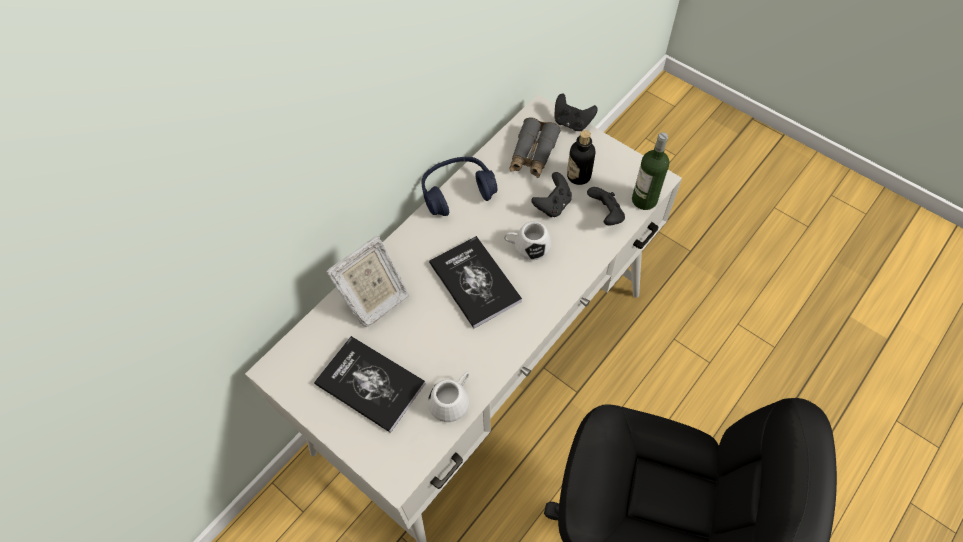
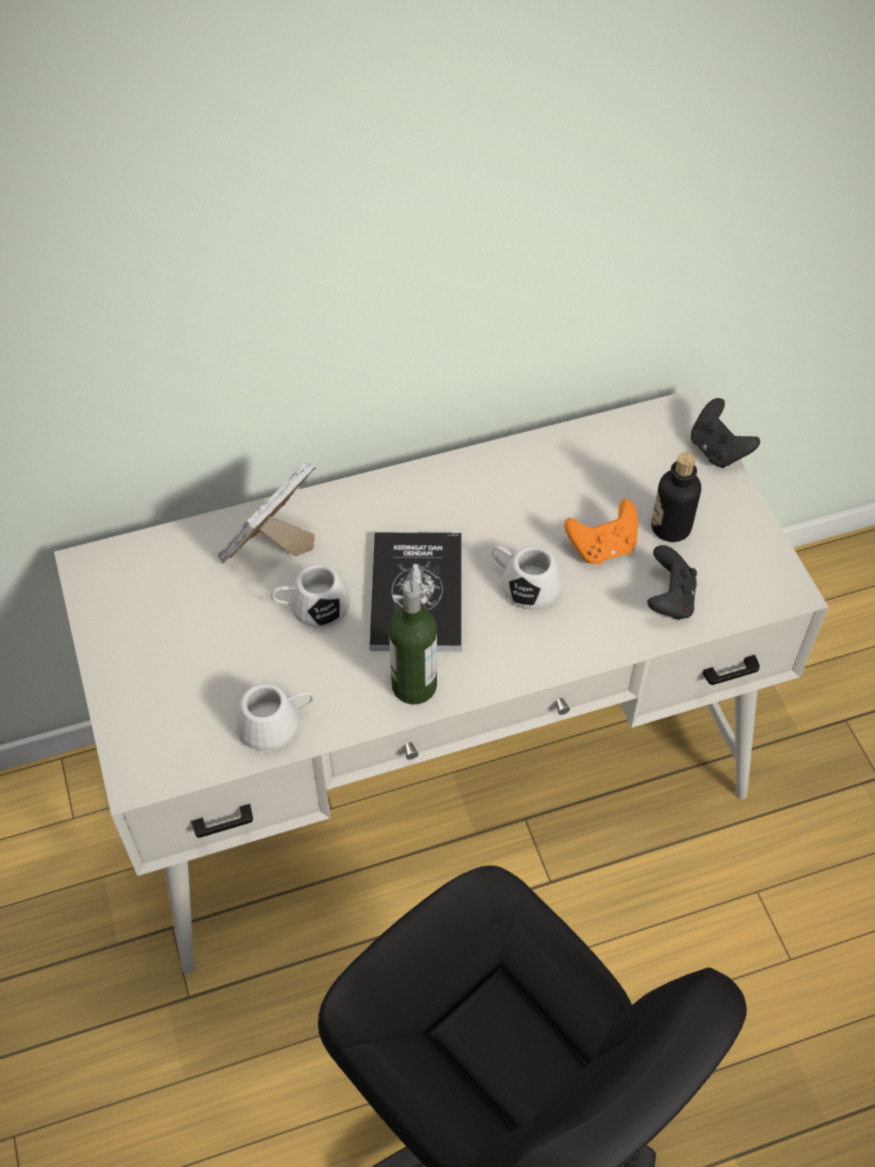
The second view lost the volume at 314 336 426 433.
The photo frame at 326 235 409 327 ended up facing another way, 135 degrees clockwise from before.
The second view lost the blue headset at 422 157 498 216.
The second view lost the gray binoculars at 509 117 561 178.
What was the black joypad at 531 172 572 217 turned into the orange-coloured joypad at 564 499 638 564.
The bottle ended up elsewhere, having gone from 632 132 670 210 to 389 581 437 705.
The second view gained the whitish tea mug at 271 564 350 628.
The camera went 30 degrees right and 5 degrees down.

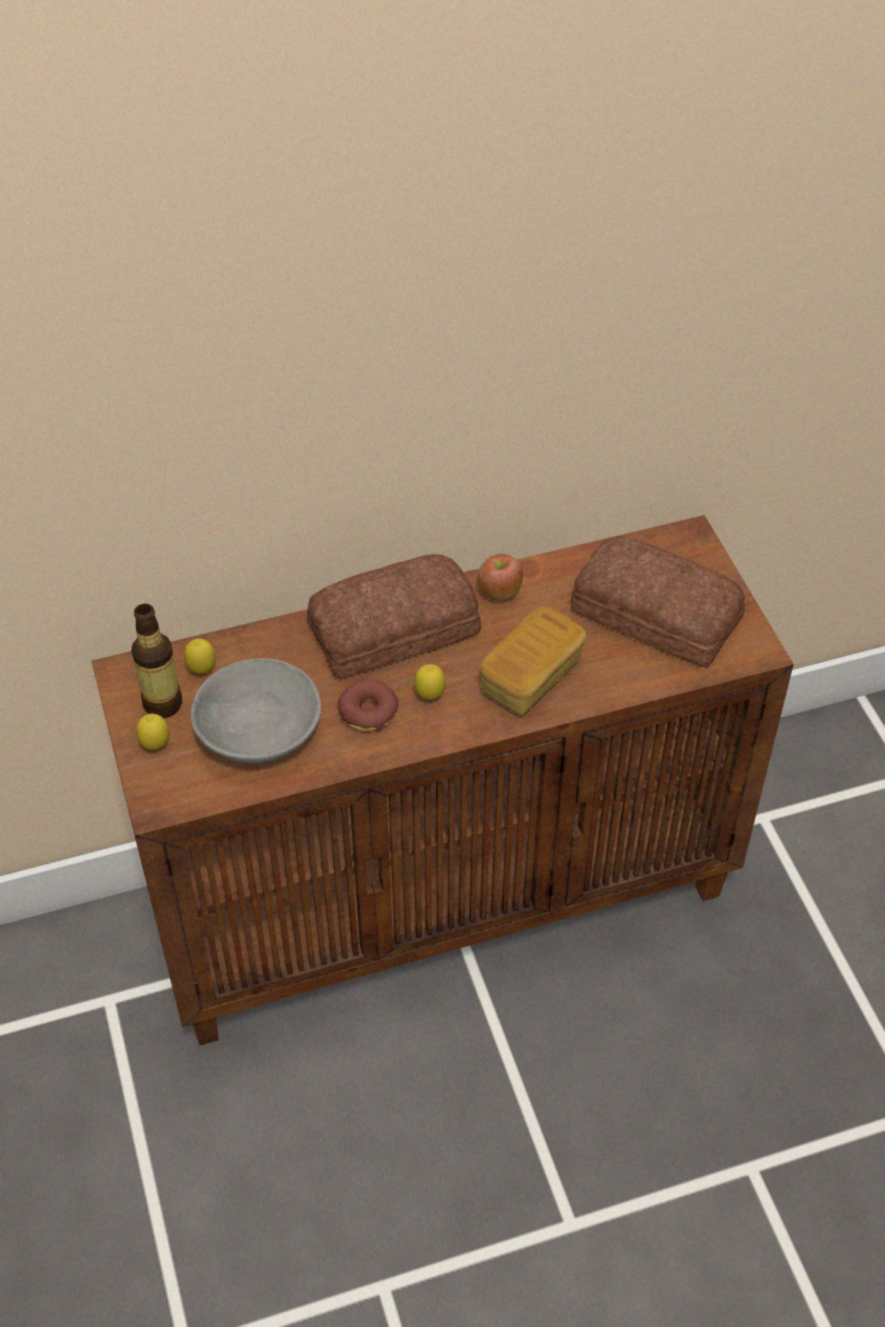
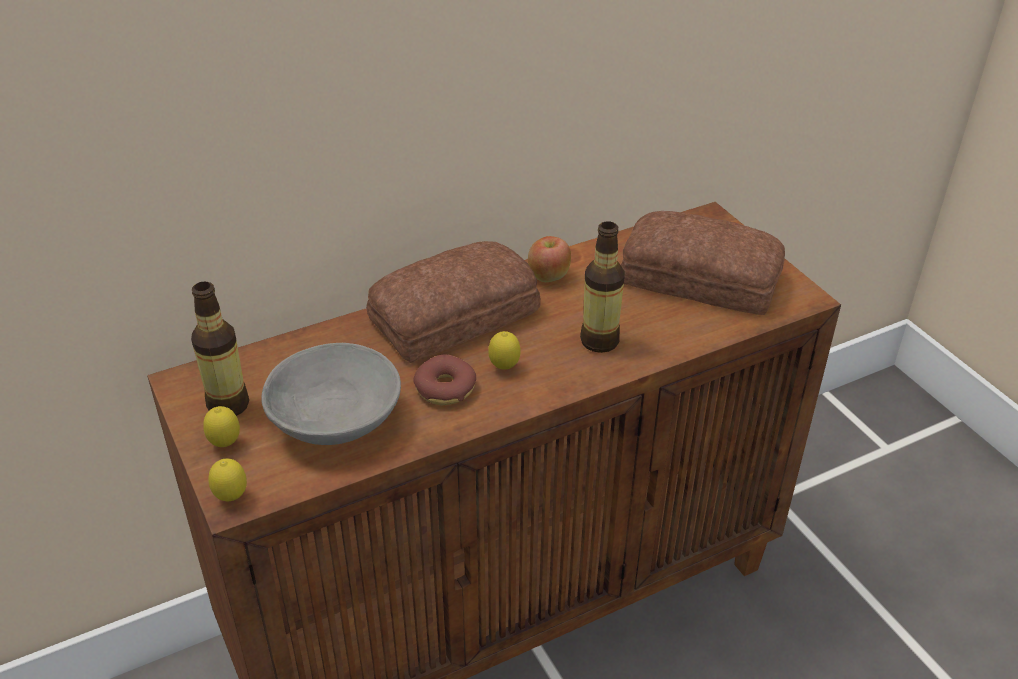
The whole lemon ended up elsewhere, having gone from 184 639 216 674 to 208 458 247 501.
Where the bakery bread stood at 480 606 586 715, the bottle came to stand at 580 221 625 353.
The camera went 10 degrees left and 10 degrees down.

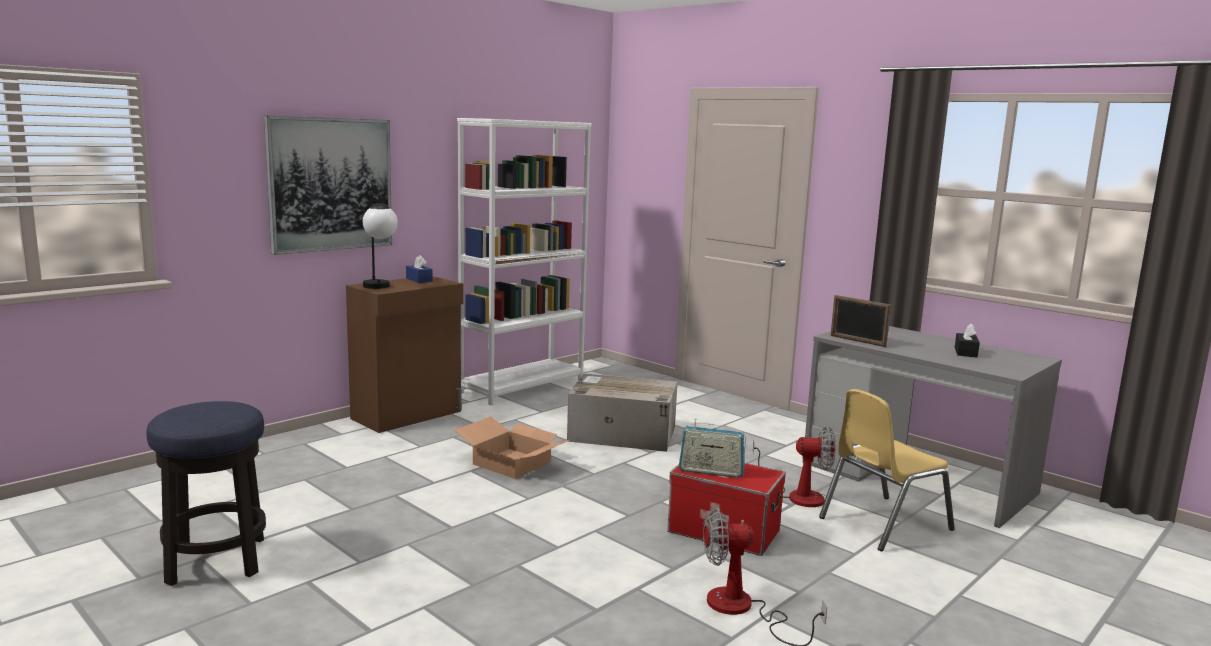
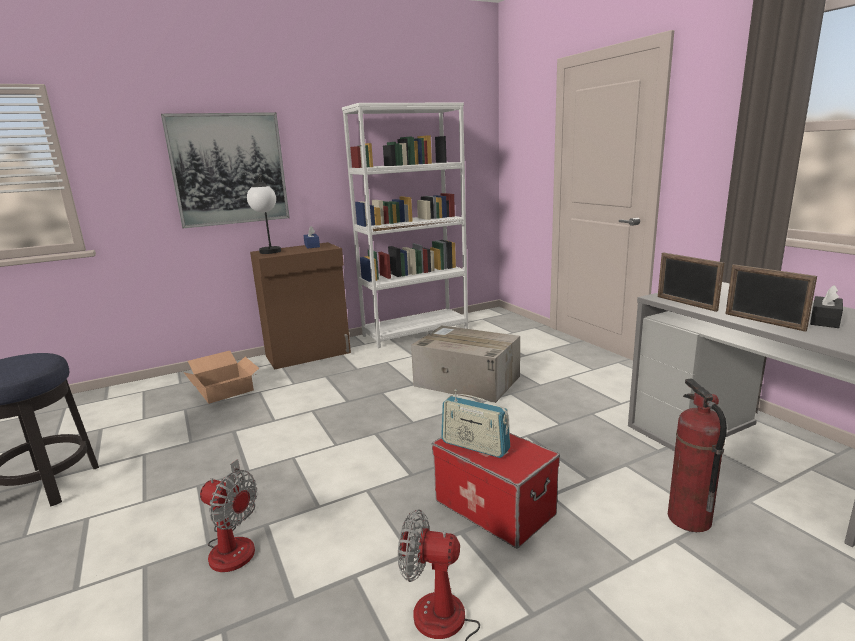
The carton ended up elsewhere, having gone from 455 417 569 479 to 184 351 259 404.
The fan ended up elsewhere, having gone from 753 426 836 507 to 200 459 257 572.
Where the yellow-coloured upright chair stood at 819 389 955 551, the fire-fighting cylinder came to stand at 668 378 727 532.
The second view gained the photo frame at 726 264 817 332.
The camera went 20 degrees right and 5 degrees up.

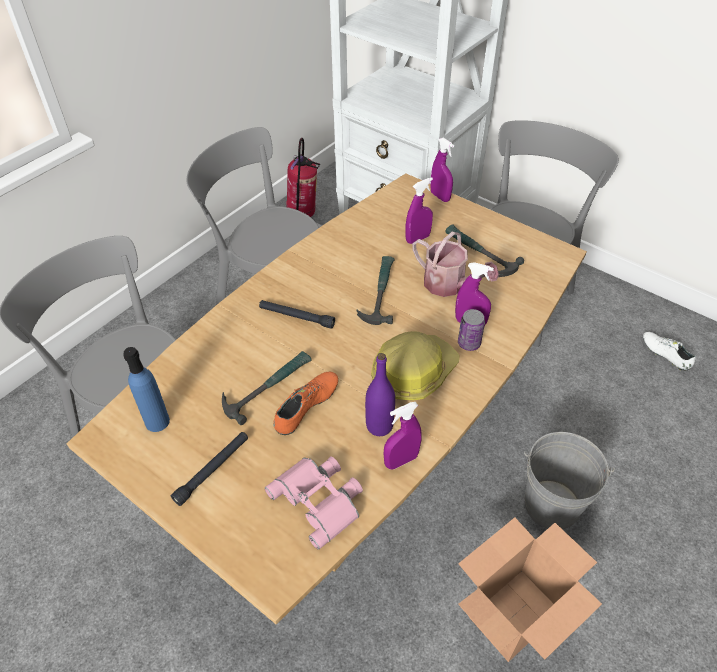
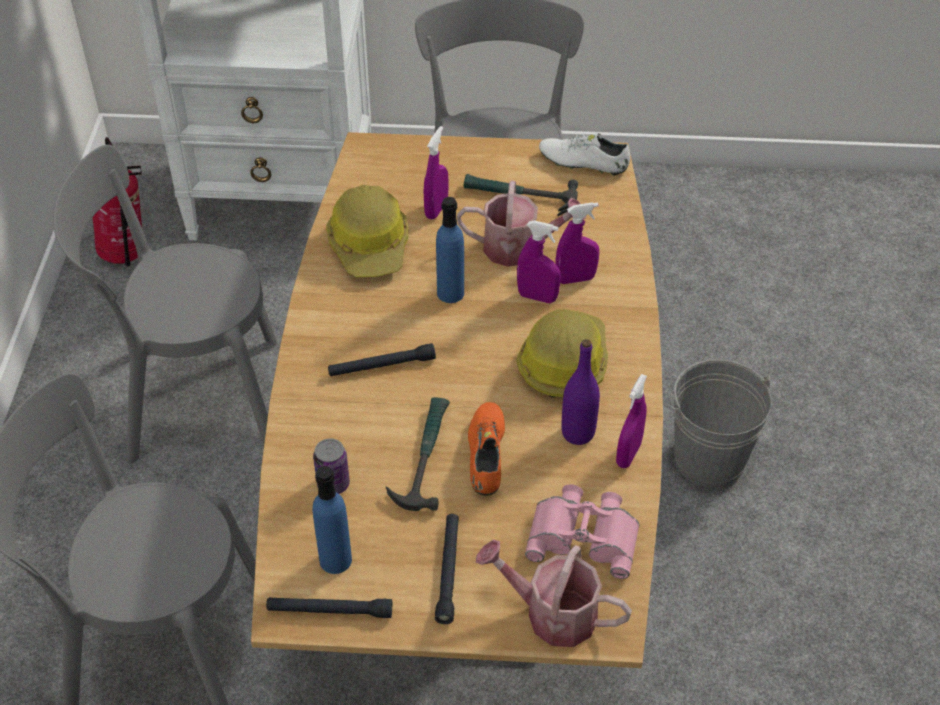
Where the tool hammer stood at 357 256 395 325, the blue bottle came to stand at 436 197 464 303.
The purple-coloured spray bottle ended up elsewhere, having gone from 430 138 454 202 to 517 220 561 303.
The can ended up elsewhere, having gone from 458 309 485 351 to 313 438 350 494.
The second view lost the carton at 458 517 602 662.
The whitish shoe ended up elsewhere, having gone from 643 332 696 370 to 539 133 630 176.
The second view gained the black flashlight at 266 597 392 618.
The second view gained the safety helmet at 326 185 408 277.
The second view gained the watering pot at 476 540 632 647.
The camera went 35 degrees left and 0 degrees up.

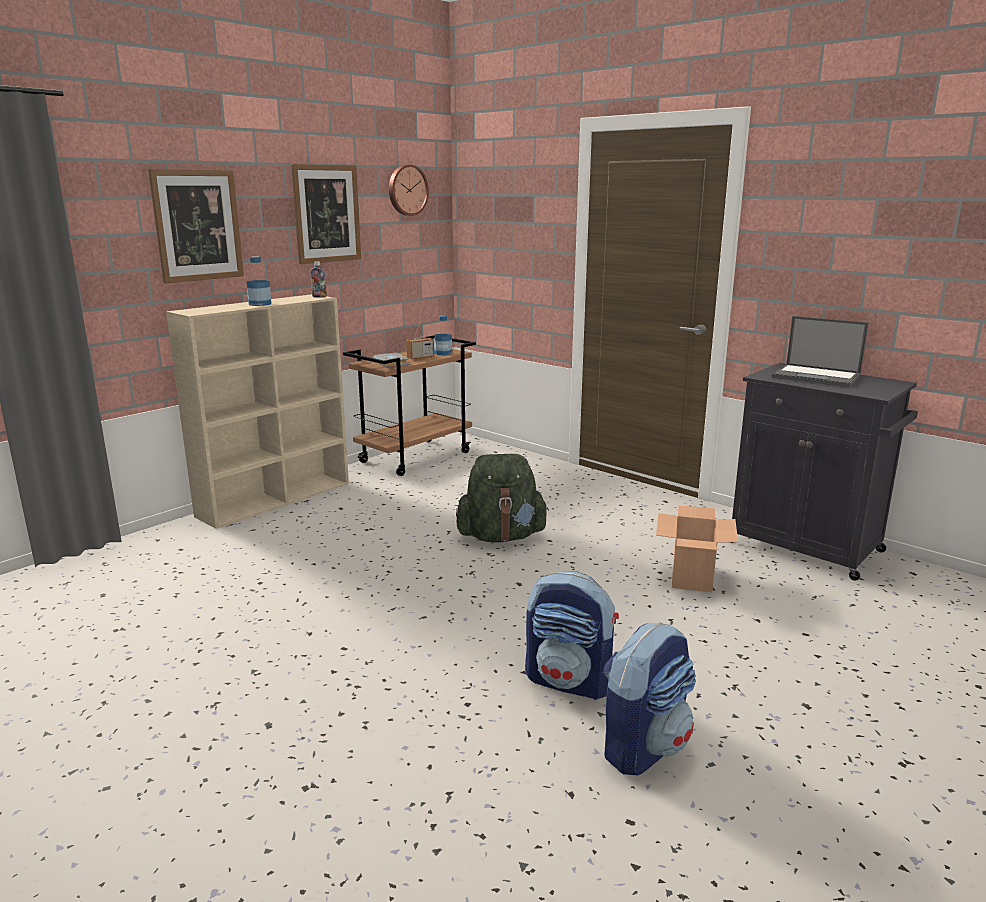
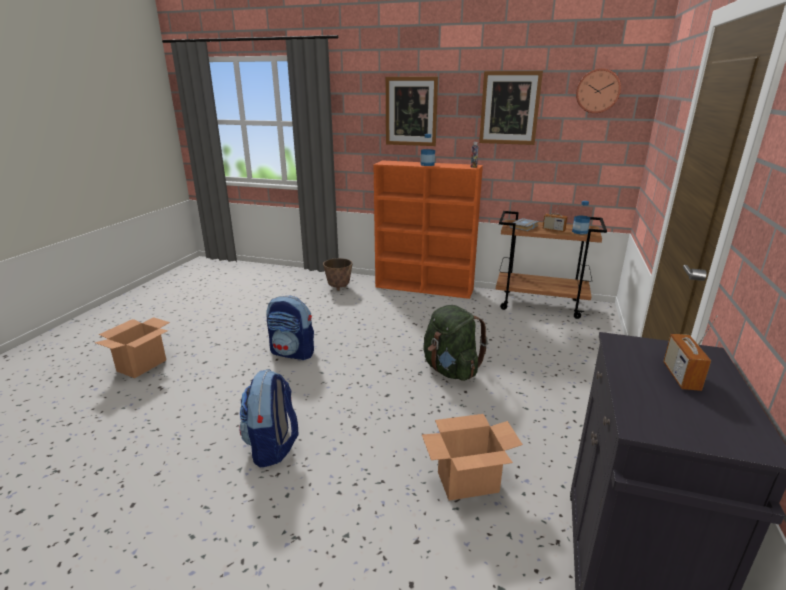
What was the sand-coloured bookcase at 166 294 349 529 turned into the orange-coloured bookcase at 374 160 483 299.
The backpack ended up elsewhere, having gone from 602 622 696 775 to 267 295 314 360.
Where the portable computer stood at 772 316 869 387, the radio came to stand at 663 315 718 391.
The second view gained the carton at 94 317 170 378.
The second view gained the planter at 323 258 352 291.
The camera went 65 degrees right and 5 degrees up.

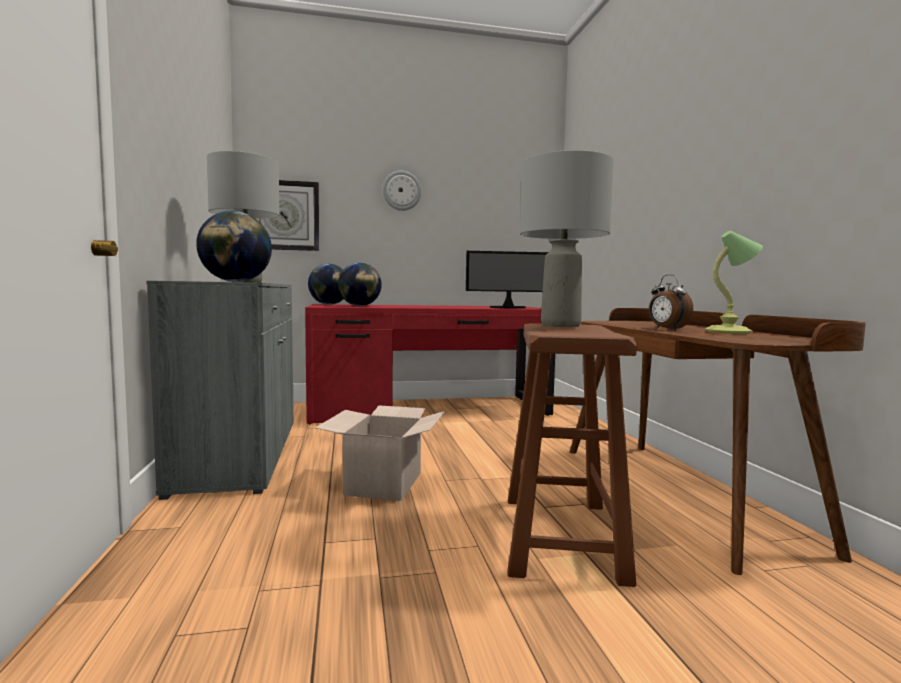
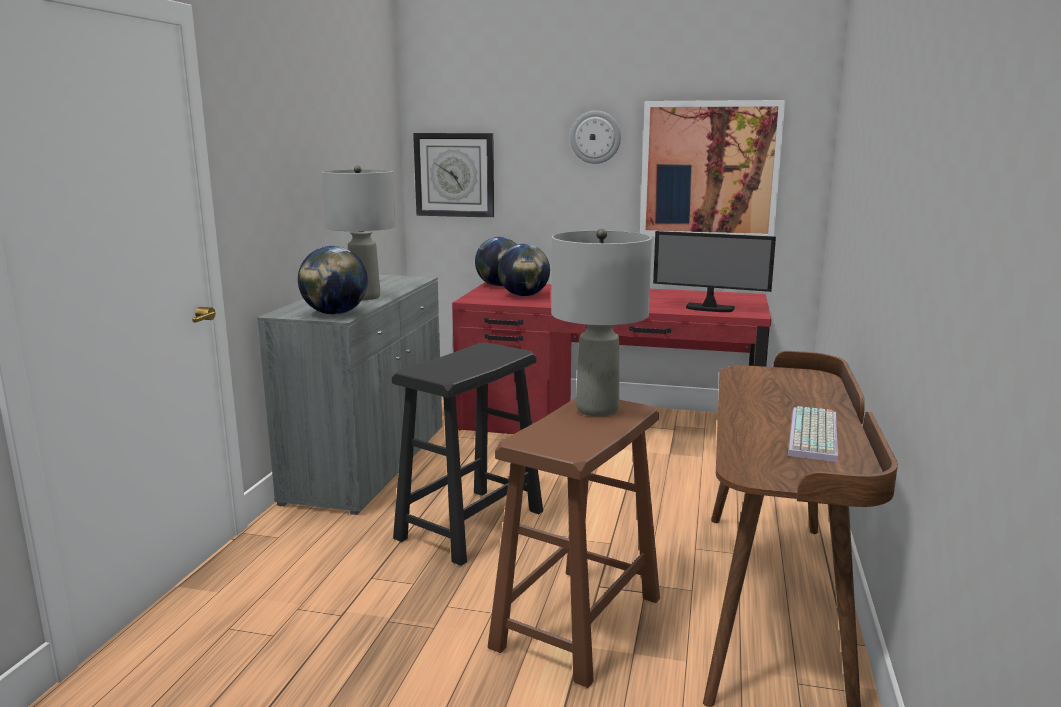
Where the carton stood at 315 405 446 501, the black stool seat came to stand at 392 342 543 566.
The second view lost the bedside clock at 649 274 693 330.
Where the tabletop lamp stood at 705 231 763 334, the PC keyboard came to stand at 788 406 838 462.
The second view gained the picture at 640 100 785 237.
The camera went 25 degrees right and 10 degrees up.

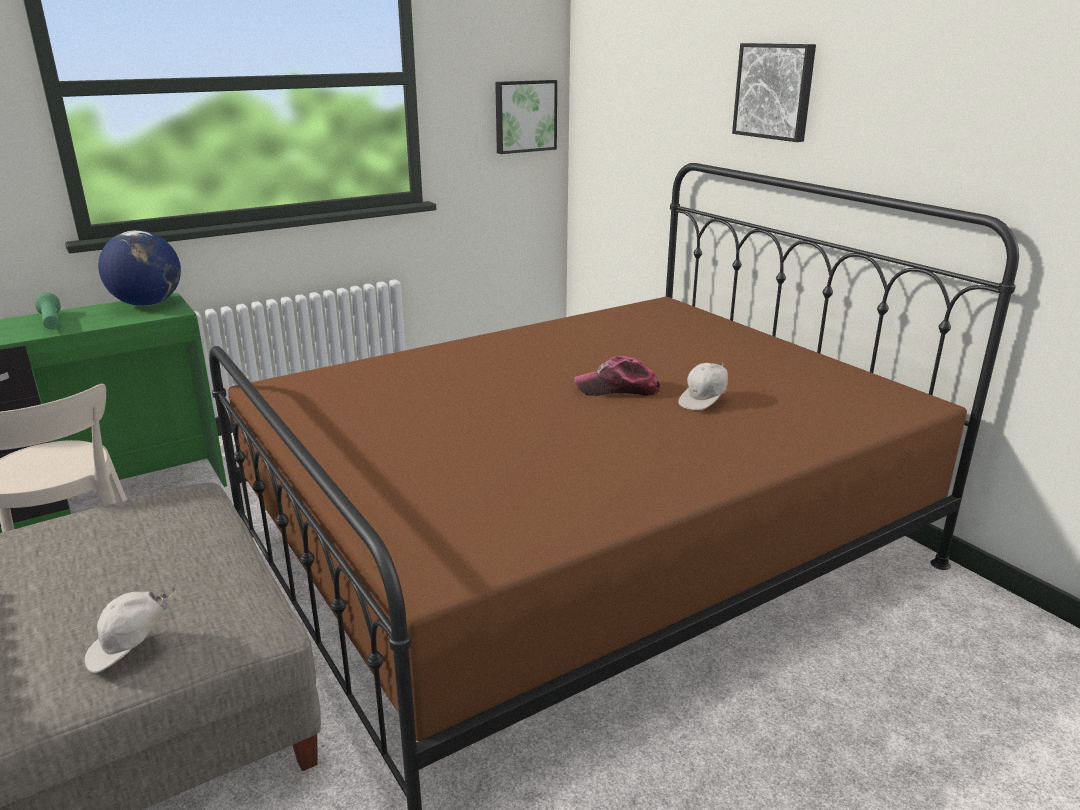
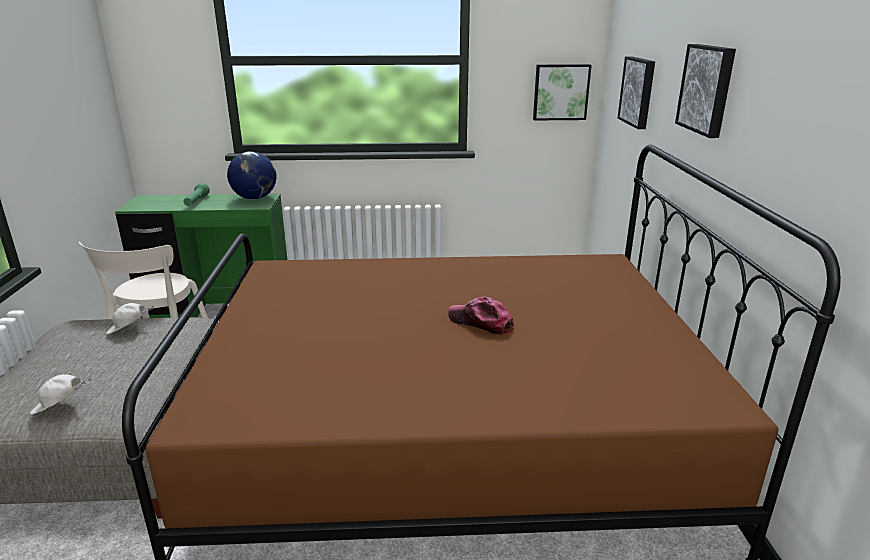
The whitish cap ended up elsewhere, having gone from 678 362 728 410 to 106 303 154 335.
The second view gained the picture at 618 56 655 129.
The camera went 30 degrees right and 0 degrees up.

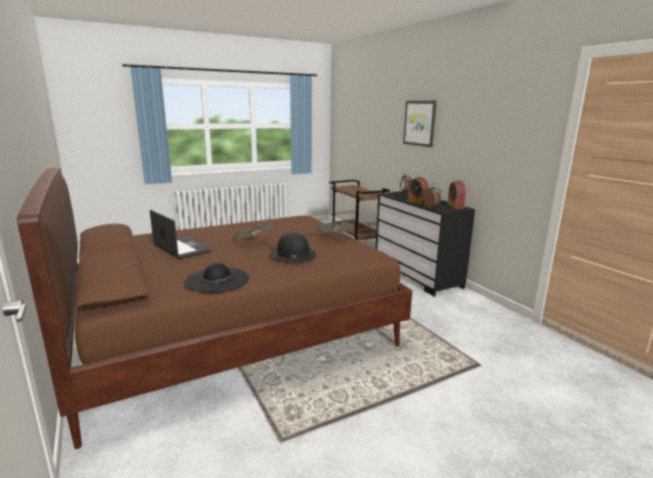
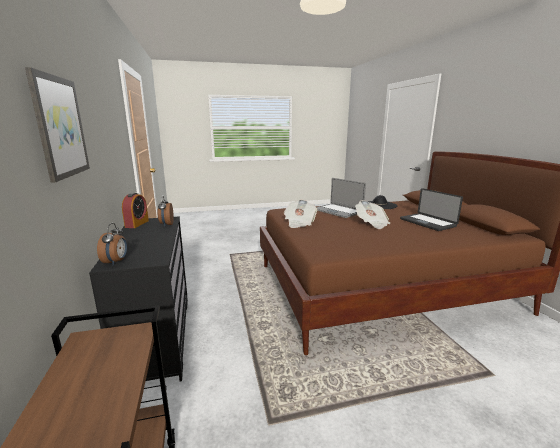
Where the black clothing hat stood at 270 233 316 262, the portable computer came to stand at 317 178 366 218.
The second view lost the bedside clock at 408 177 429 204.
The camera went 165 degrees left and 0 degrees up.

